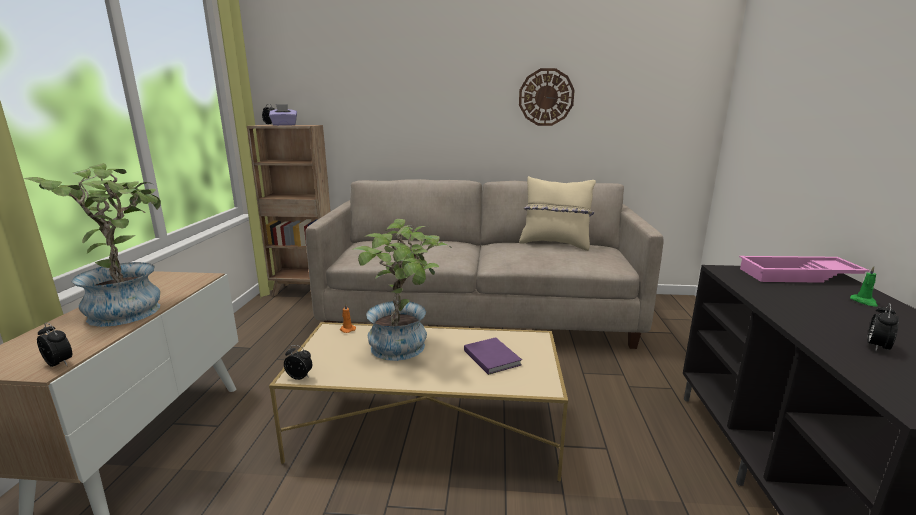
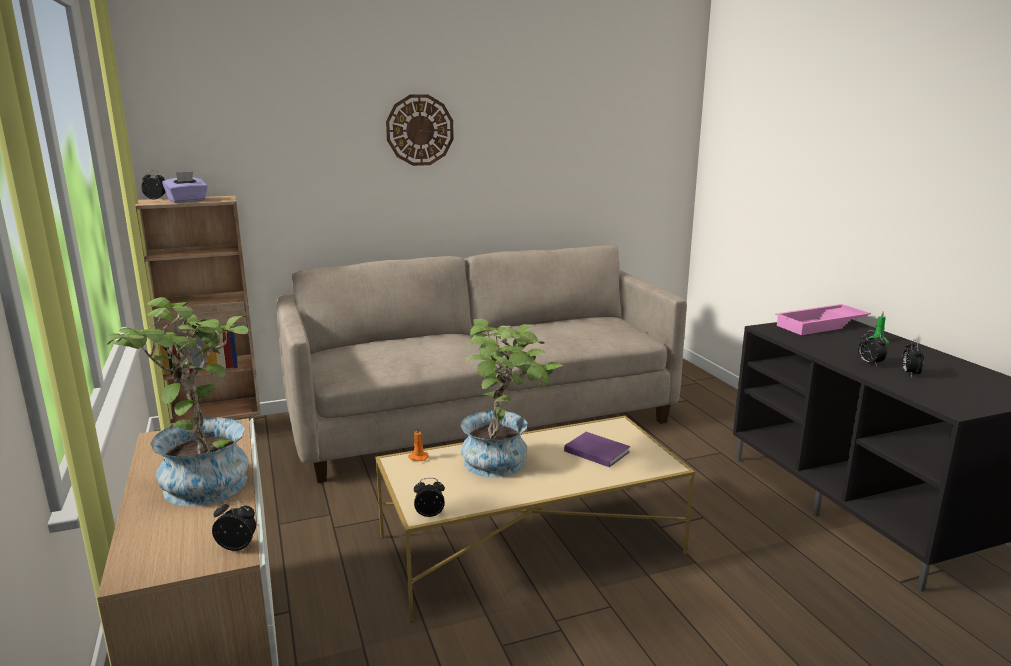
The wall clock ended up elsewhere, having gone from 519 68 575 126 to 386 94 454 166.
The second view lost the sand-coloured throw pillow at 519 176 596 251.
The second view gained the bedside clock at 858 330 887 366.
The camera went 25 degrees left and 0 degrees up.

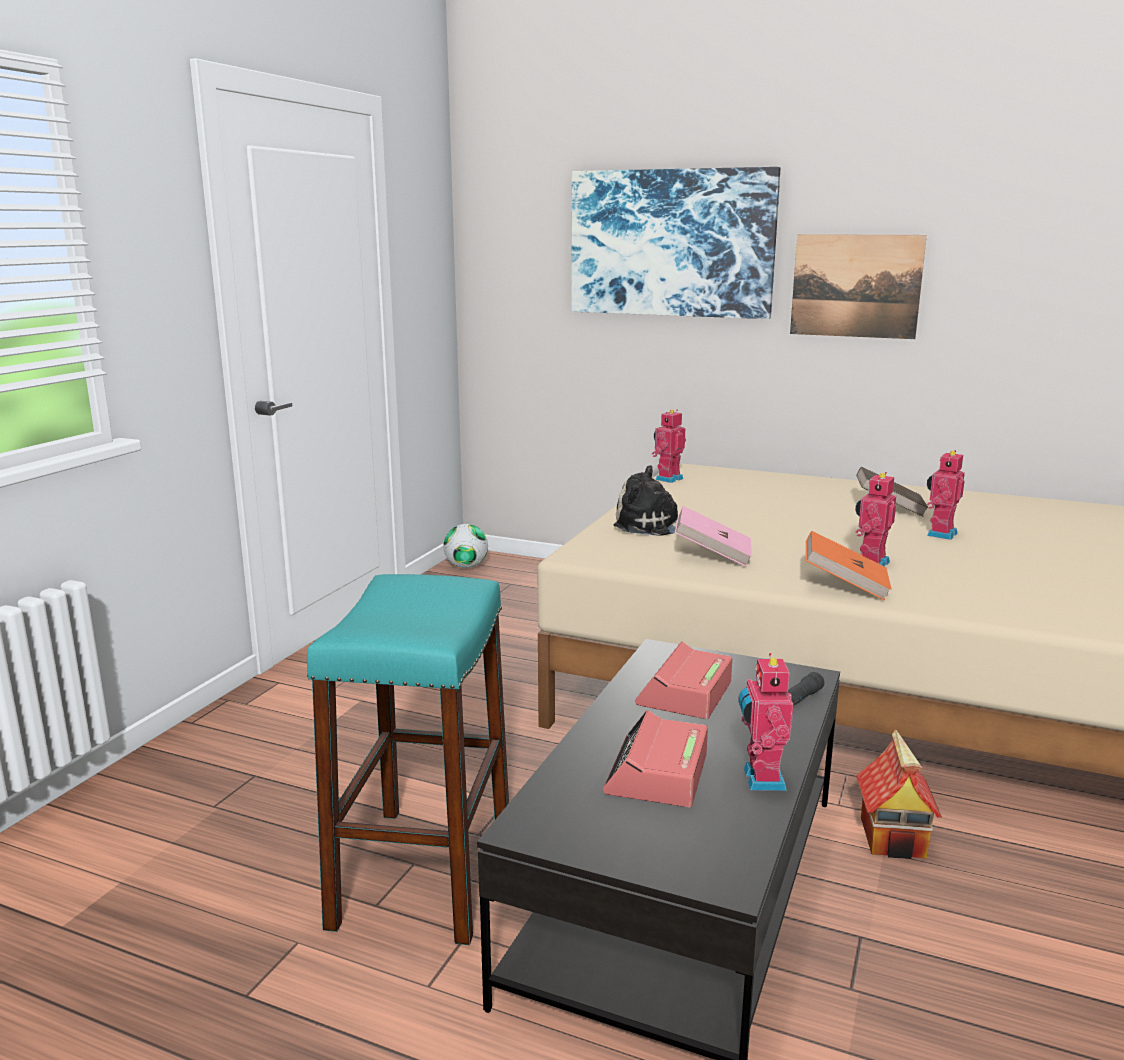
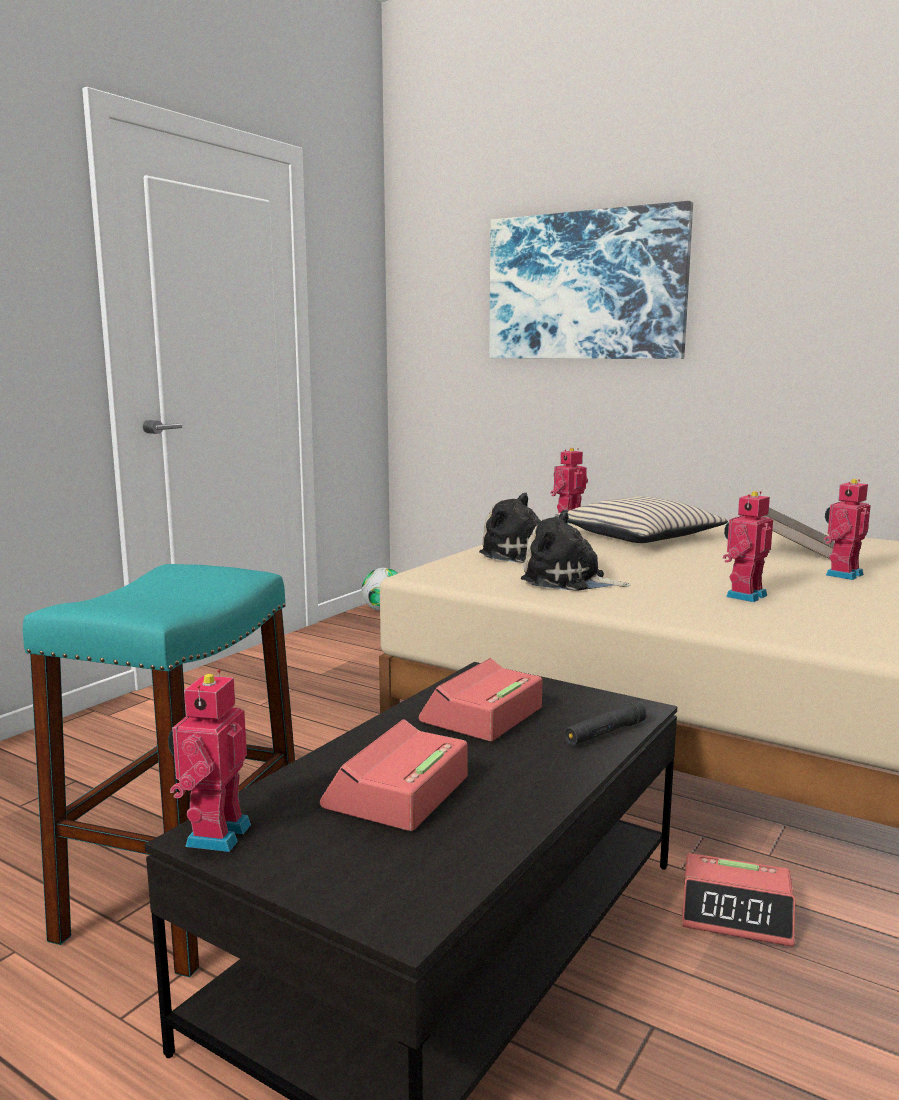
Where the pinkish volume stood at 675 506 752 567, the soft toy came to stand at 521 510 631 591.
The robot figure ended up elsewhere, having gone from 738 653 793 791 to 168 669 251 852.
The second view lost the picture at 790 234 927 339.
The second view lost the orange-coloured volume at 806 531 891 600.
Where the miniature house stood at 856 730 942 859, the bedside clock came to stand at 682 853 795 947.
The second view gained the sand-coloured throw pillow at 555 496 728 543.
The camera went 10 degrees right and 5 degrees down.

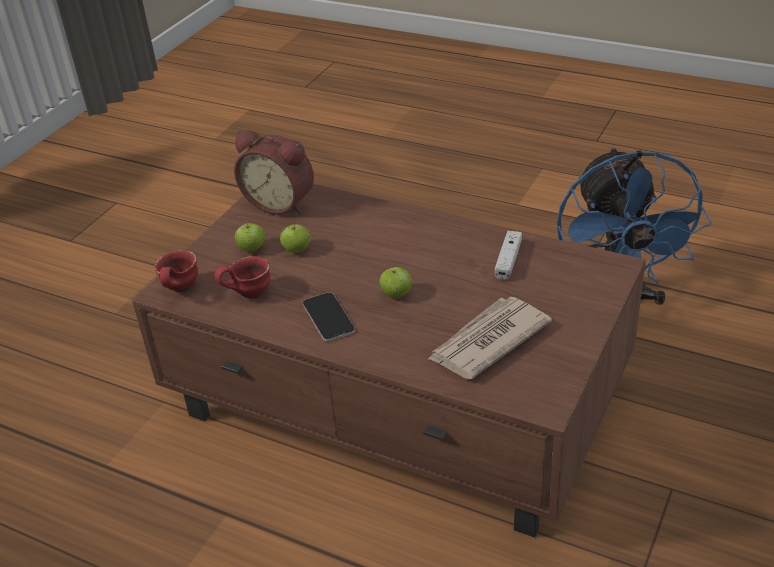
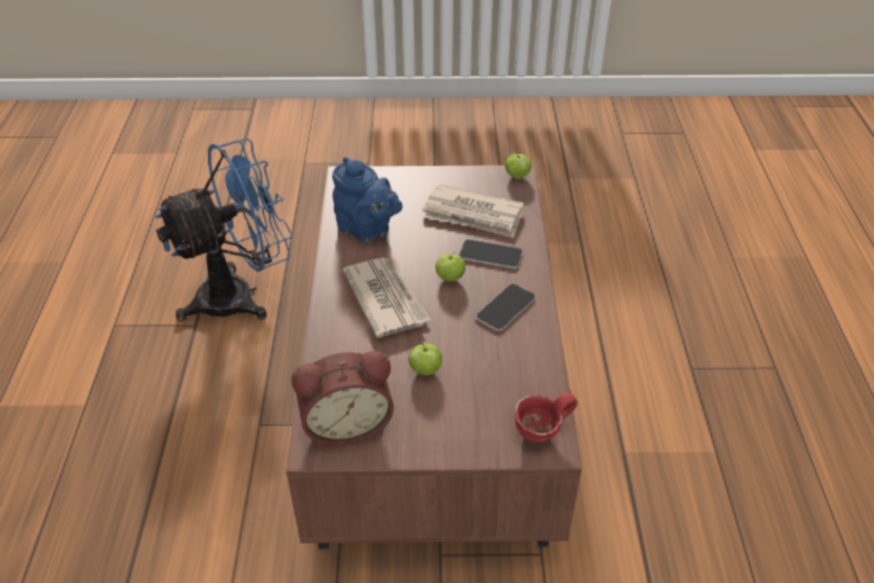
The second view lost the red-coloured tea mug at 214 256 270 298.
The bedside clock at 234 130 314 215 ended up facing another way, 75 degrees clockwise from before.
The apple ended up elsewhere, having gone from 235 219 265 252 to 505 154 532 179.
Where the whitish joypad stood at 494 231 522 280, the blue teapot came to stand at 332 157 402 242.
The second view gained the newspaper at 343 258 431 338.
The second view gained the handset at 459 239 523 269.
The camera went 120 degrees left and 5 degrees up.

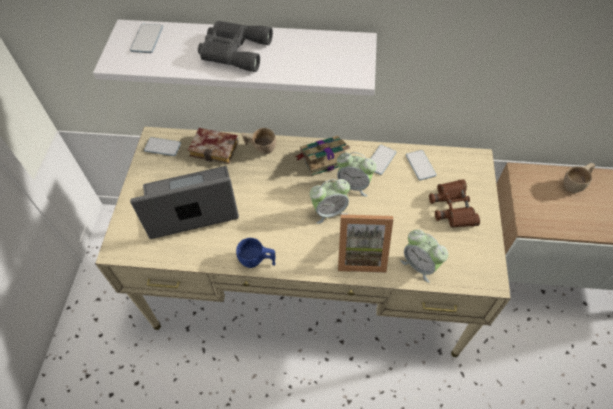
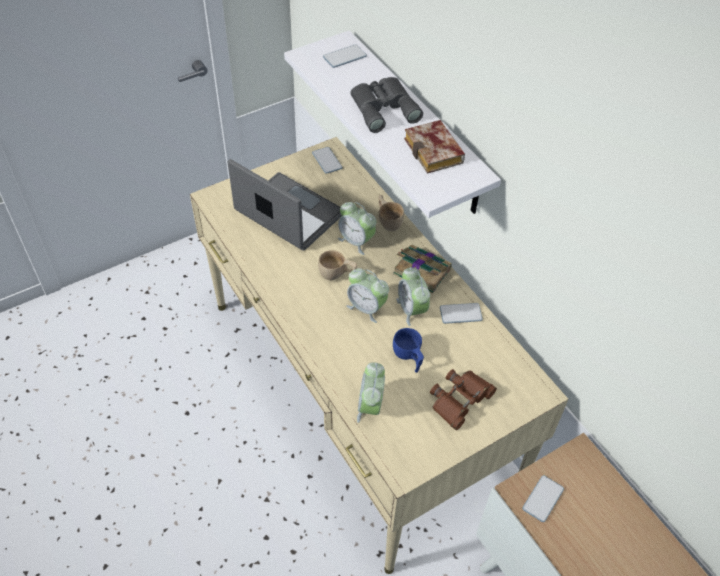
The volume ended up elsewhere, having gone from 188 128 239 164 to 404 120 465 174.
The blue drinking cup ended up elsewhere, having gone from 236 238 275 268 to 393 328 424 373.
The second view lost the photo frame at 338 214 393 273.
The handset ended up elsewhere, having gone from 406 150 437 180 to 522 475 564 522.
The sand-coloured drinking cup ended up elsewhere, having gone from 564 163 595 193 to 318 250 357 280.
The second view gained the bedside clock at 338 202 376 255.
The camera went 50 degrees right and 5 degrees down.

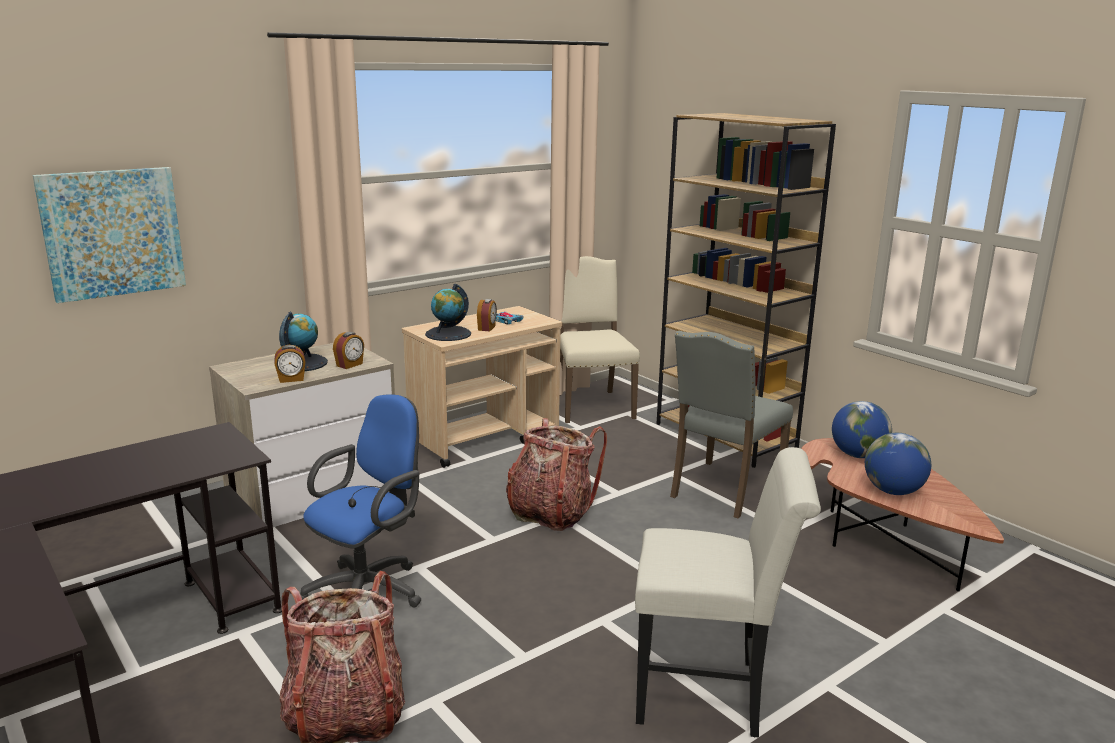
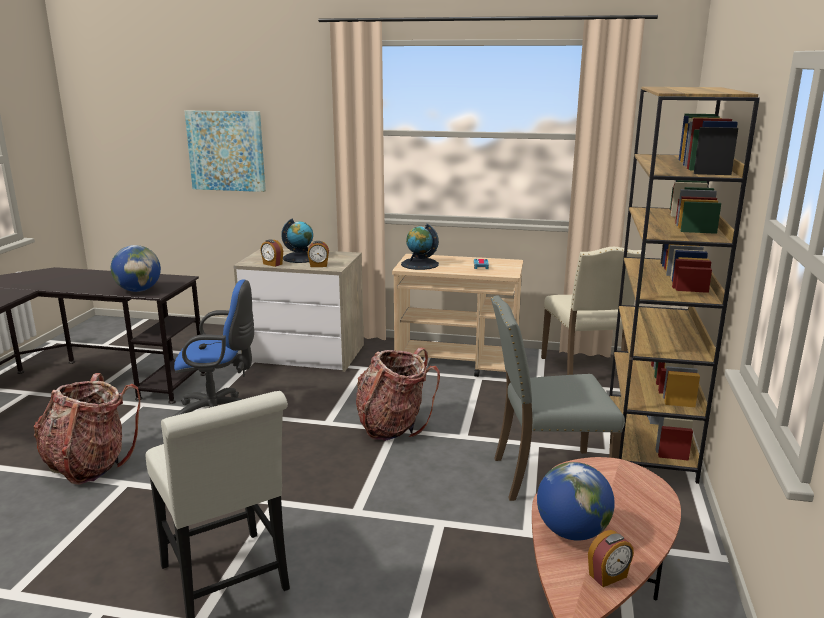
The bedside clock ended up elsewhere, having gone from 477 299 497 331 to 588 530 634 587.
The sand-coloured upright chair at 560 256 640 423 ended up facing another way, 135 degrees clockwise from before.
The world globe ended up elsewhere, having gone from 832 401 892 458 to 111 245 161 292.
The camera went 50 degrees right and 0 degrees up.

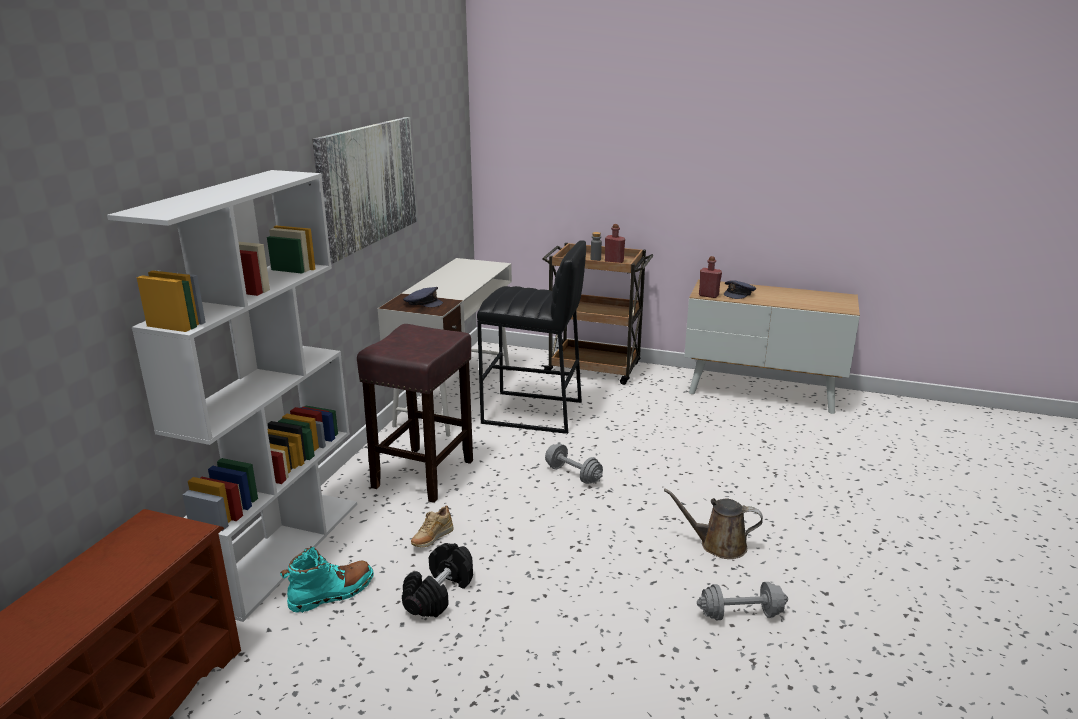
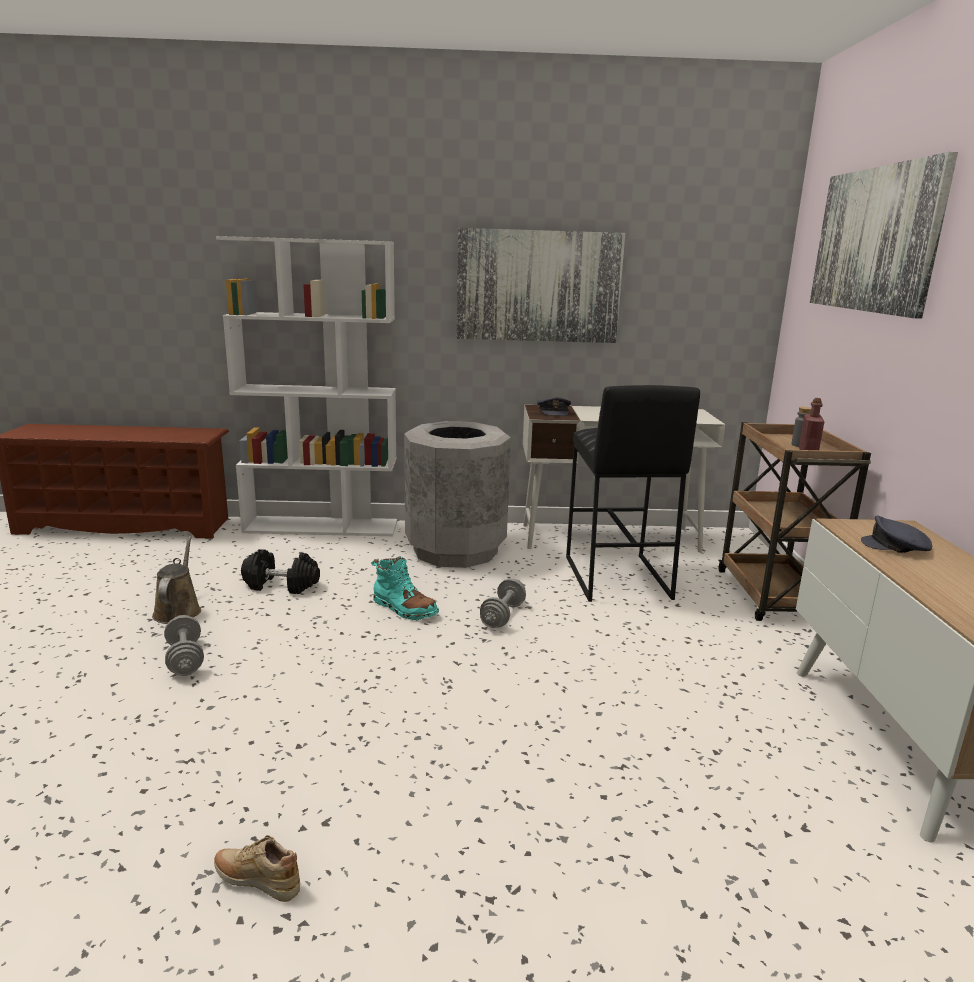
The turquoise-coloured boot ended up elsewhere, having gone from 280 547 374 613 to 371 556 439 620.
Where the brownish stool seat stood at 357 324 473 503, the gray rubbish bin came to stand at 404 421 511 568.
The sand-coloured shoe ended up elsewhere, having gone from 411 505 453 547 to 214 835 300 902.
The brownish watering pot ended up elsewhere, having gone from 664 489 763 559 to 152 536 201 624.
The gray hand weight ended up elsewhere, having gone from 697 582 788 620 to 164 615 204 676.
The second view lost the red-coloured bottle at 699 256 722 298.
The second view gained the picture at 810 152 958 319.
The camera went 70 degrees right and 5 degrees down.

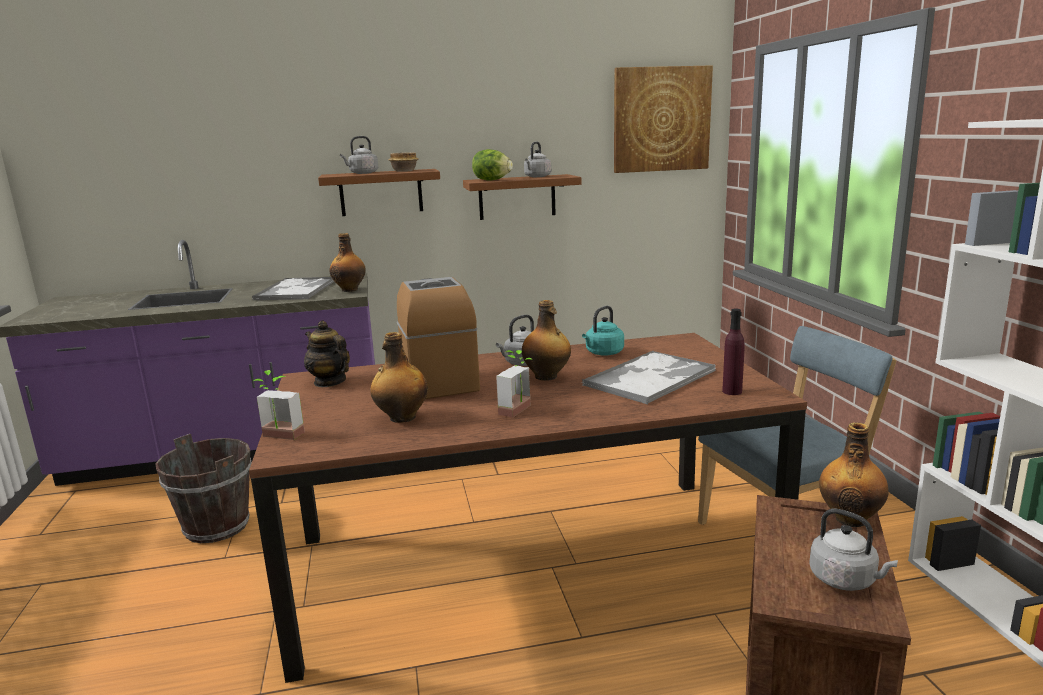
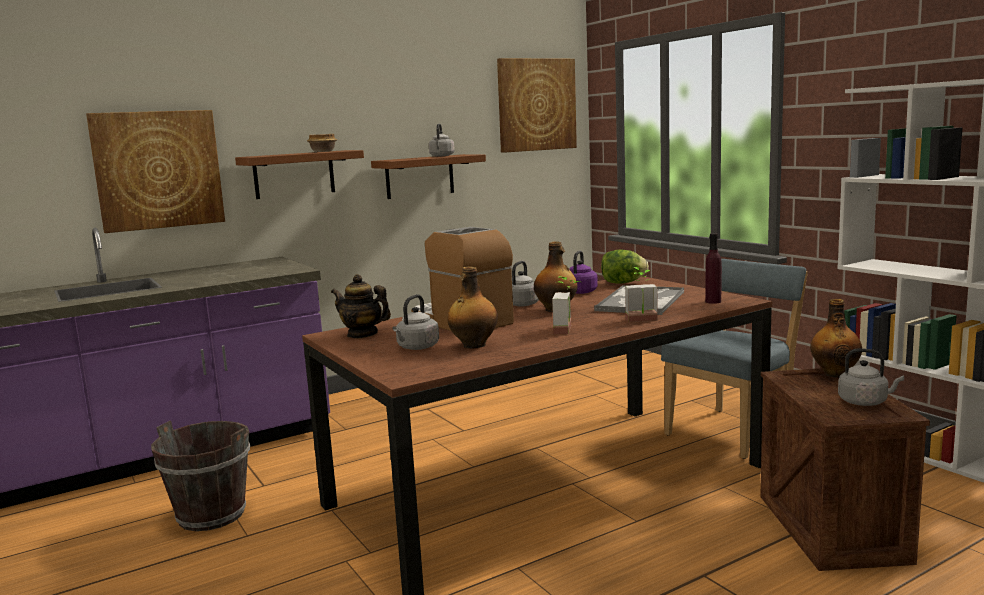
The second view lost the serving tray at 252 277 334 300.
The plant in a pot ended up elsewhere, having gone from 254 370 305 440 to 625 267 658 323.
The second view lost the bottle at 329 233 366 292.
The gray water kettle ended up elsewhere, having gone from 340 136 378 174 to 393 294 439 350.
The lettuce ended up elsewhere, having gone from 472 149 513 180 to 601 250 649 284.
What was the turquoise-coloured water kettle at 582 306 624 356 turned into the purple-coloured water kettle at 569 251 598 294.
The second view gained the picture at 86 110 225 233.
The camera went 20 degrees left and 5 degrees down.

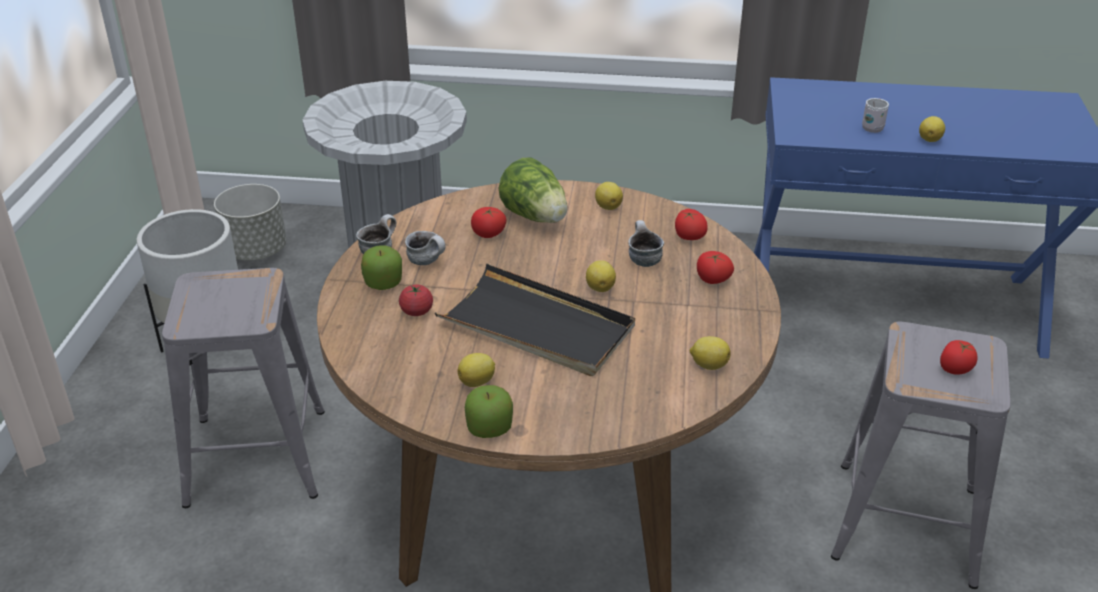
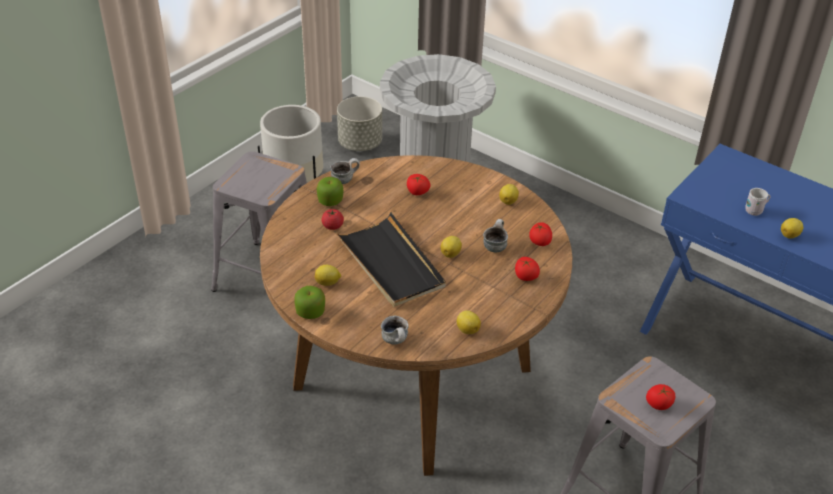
The tea mug ended up elsewhere, having gone from 405 231 446 265 to 381 316 409 345.
The second view lost the lettuce at 498 157 568 223.
The camera went 30 degrees right and 5 degrees up.

